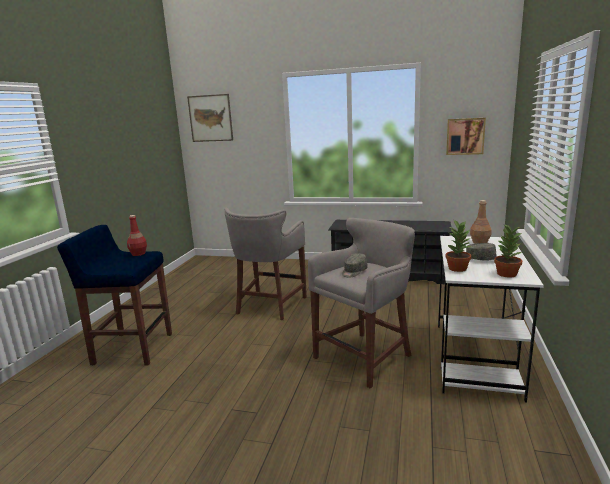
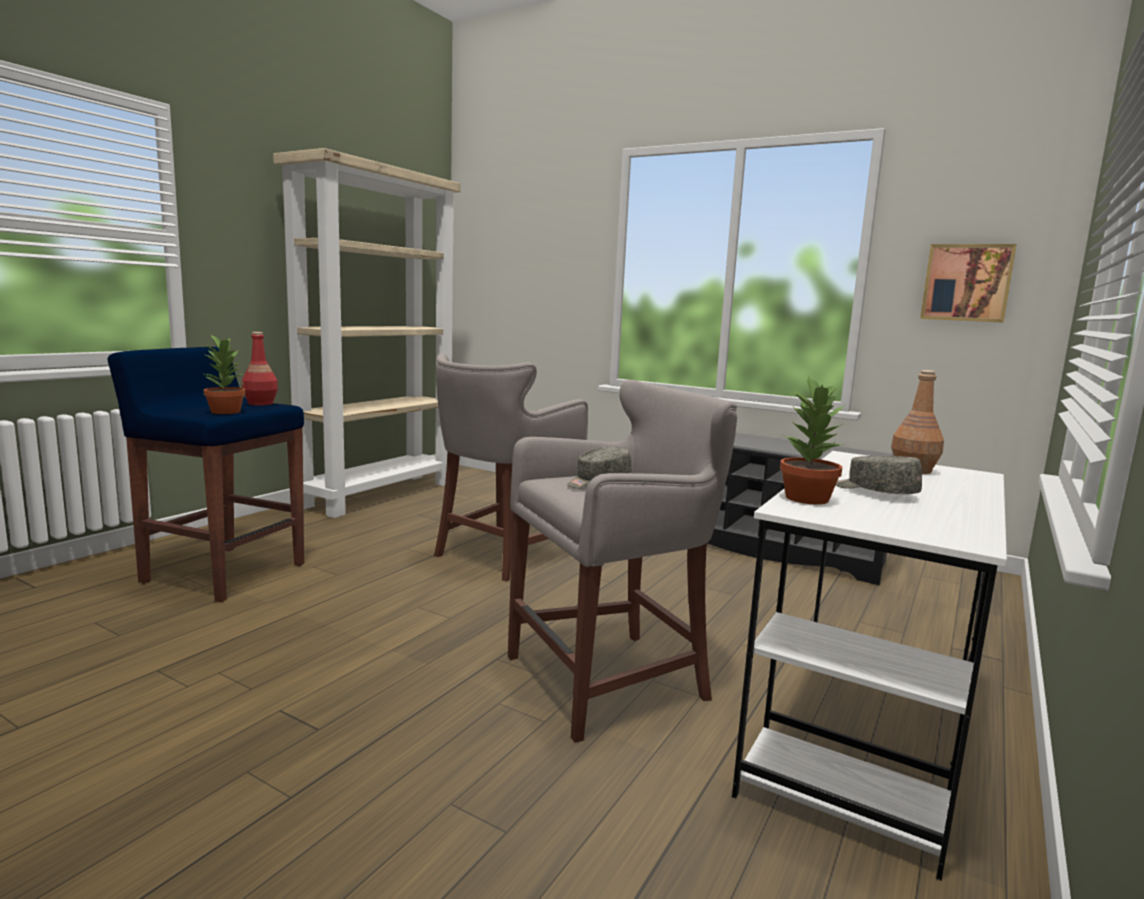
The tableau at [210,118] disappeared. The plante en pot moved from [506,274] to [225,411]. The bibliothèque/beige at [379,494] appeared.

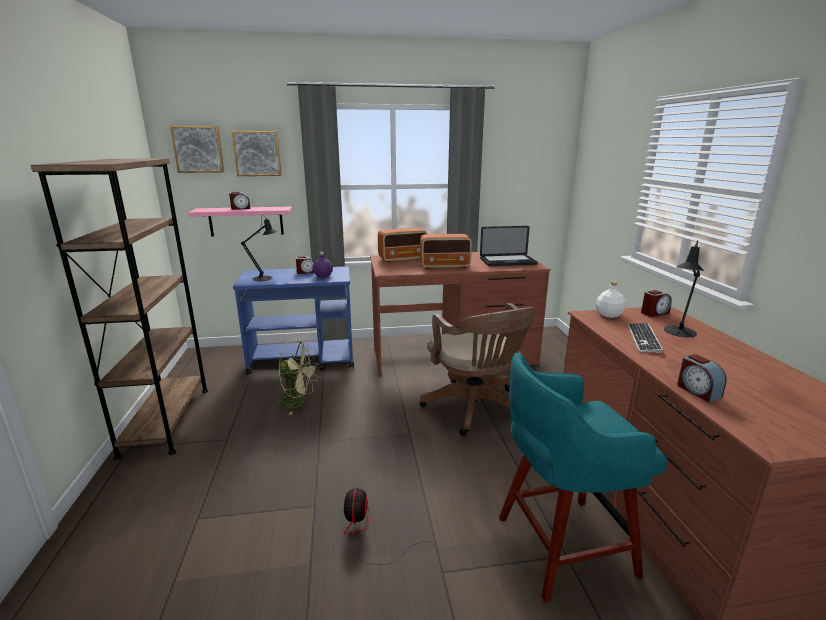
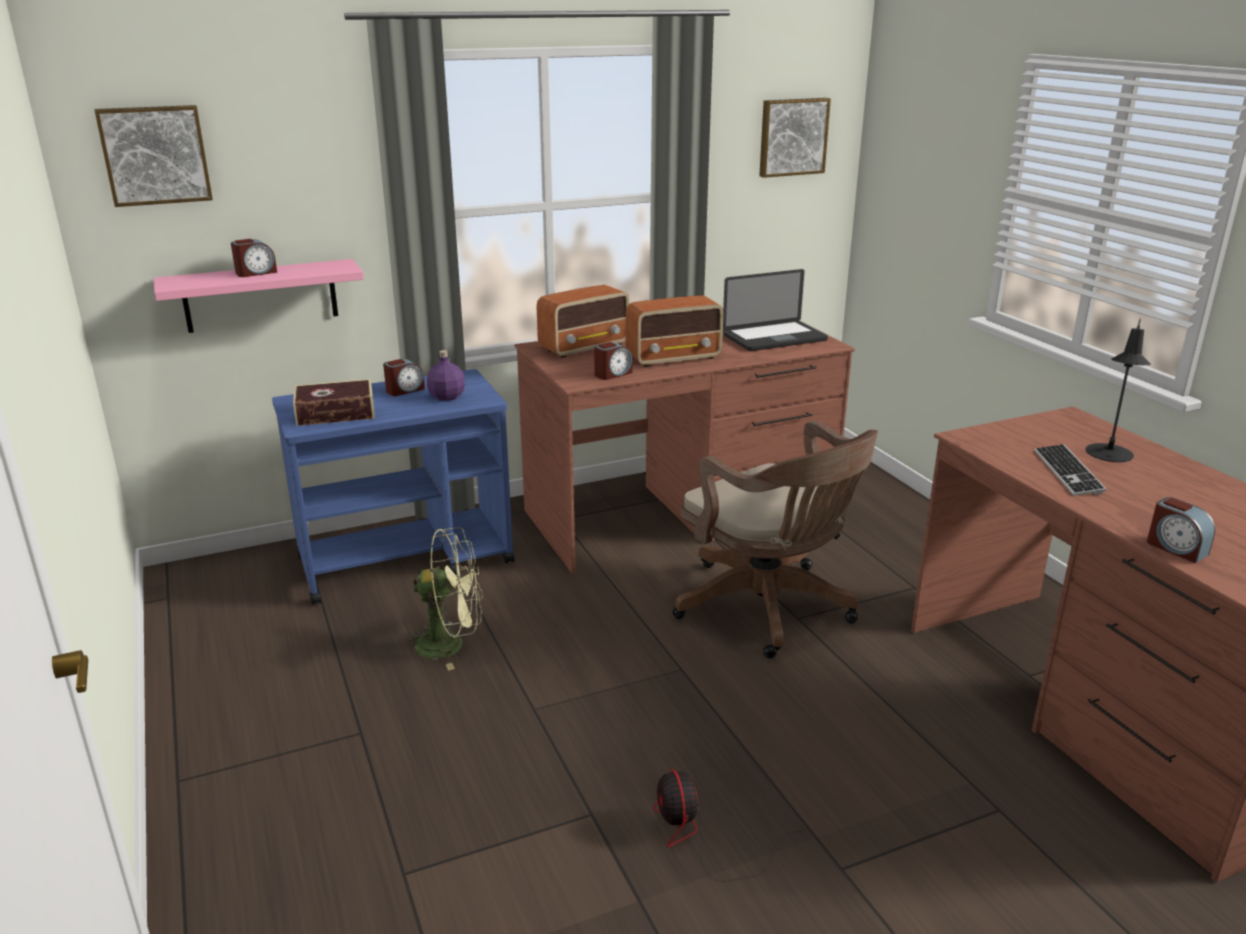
The bibliothèque/marron at [166,420] disappeared. The tableau moved from [257,153] to [792,137]. The lampe de table/noir at [265,278] was replaced by the livre at [336,413]. The tabouret/turquoise at [560,546] disappeared. The bouteille/blanc at [609,314] disappeared. The réveil moved from [654,313] to [612,374].

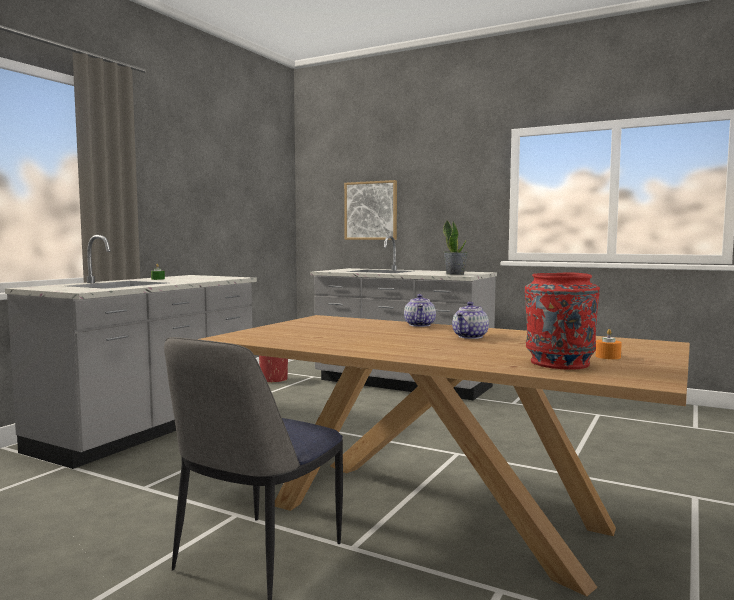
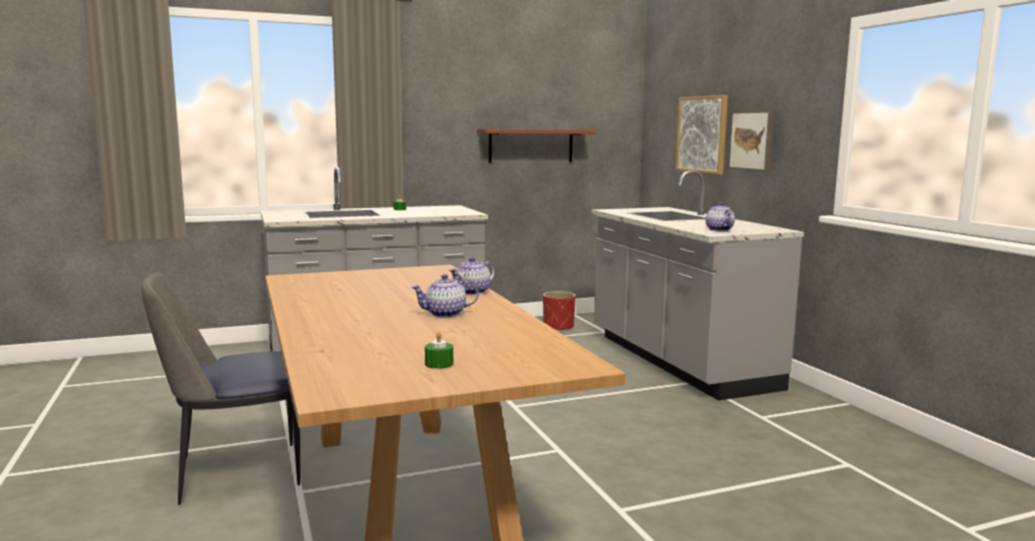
The plante en pot at [455,274] was replaced by the théière at [718,230]. The vase/rouge at [559,363] disappeared. The bougie/orange at [608,356] became the bougie/vert at [439,364]. The étagère/marron at [531,145] appeared. The tableau at [753,140] appeared.

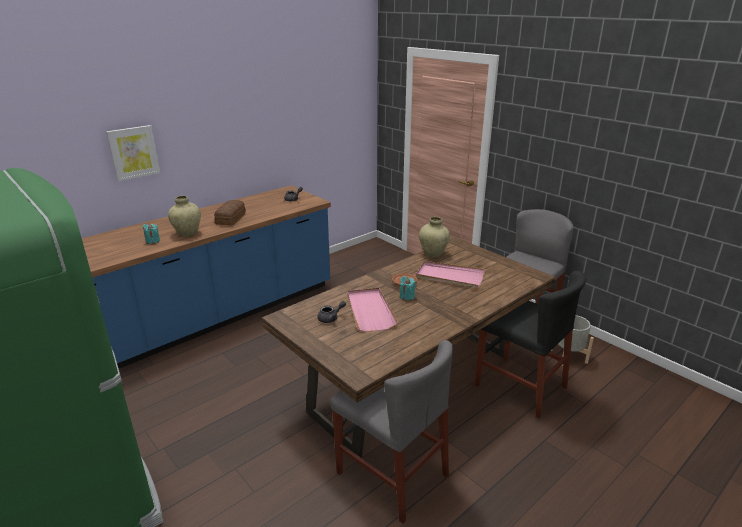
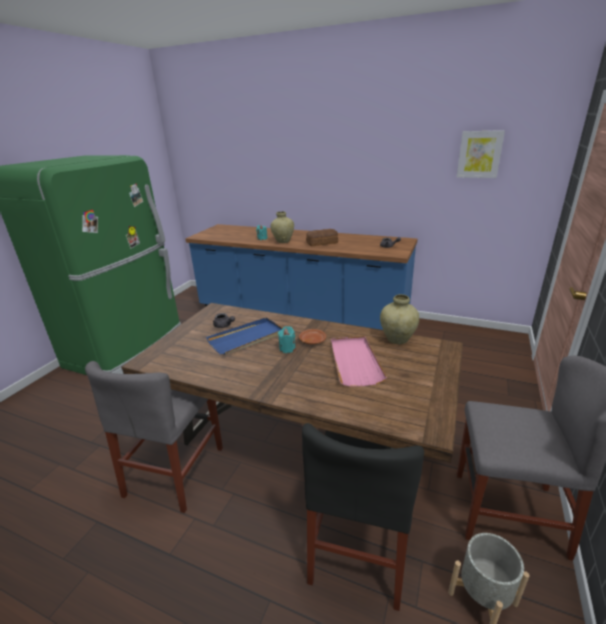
The tableau moved from [133,152] to [479,154]. The plateau/rose at [370,311] became the plateau/bleu at [247,338].

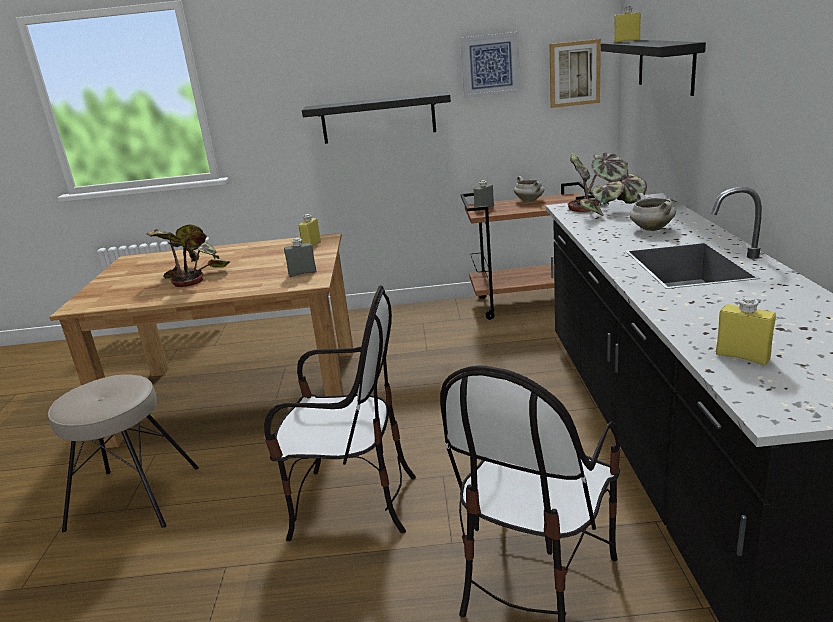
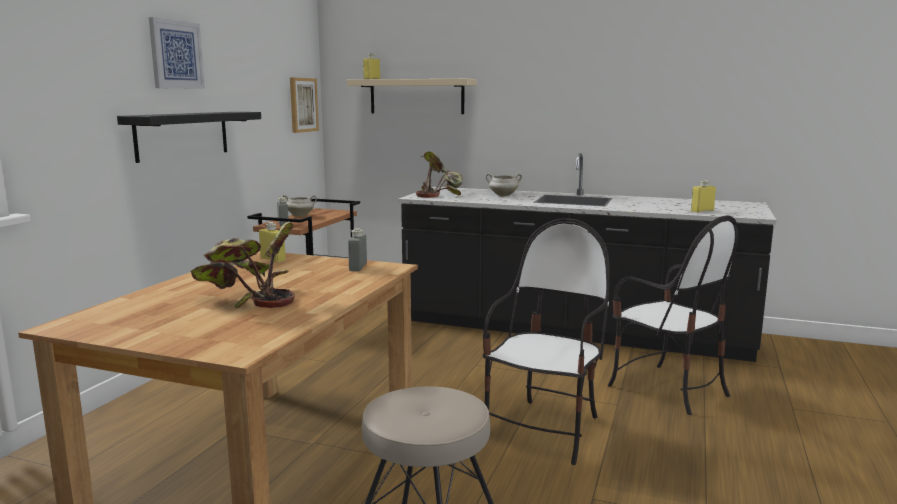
The tableau moved from [490,65] to [176,55]. The étagère/noir at [665,65] became the étagère/beige at [416,96].

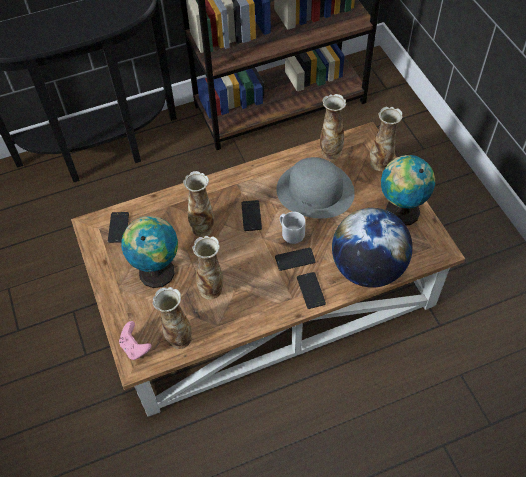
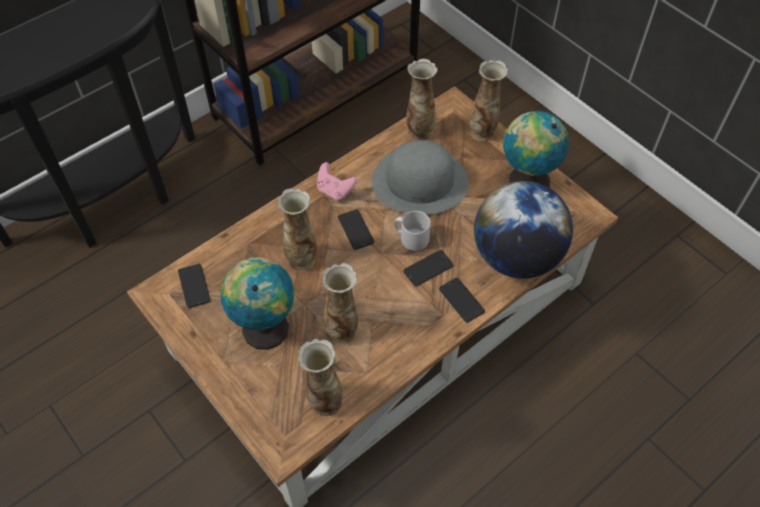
The manette/rose moved from [135,347] to [335,190].

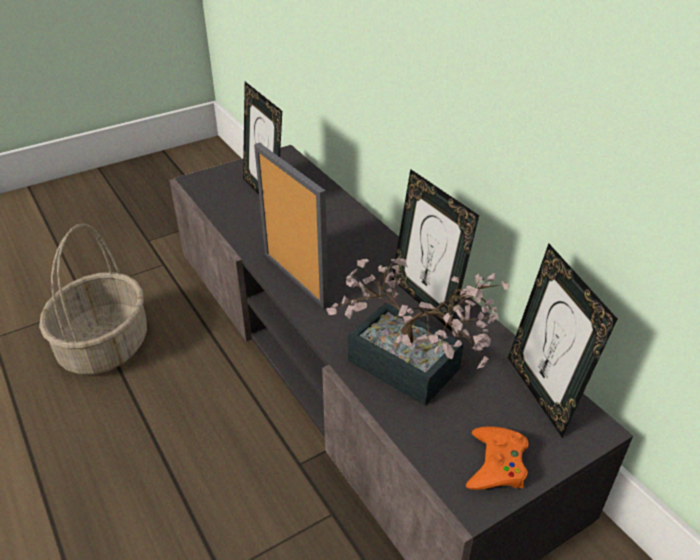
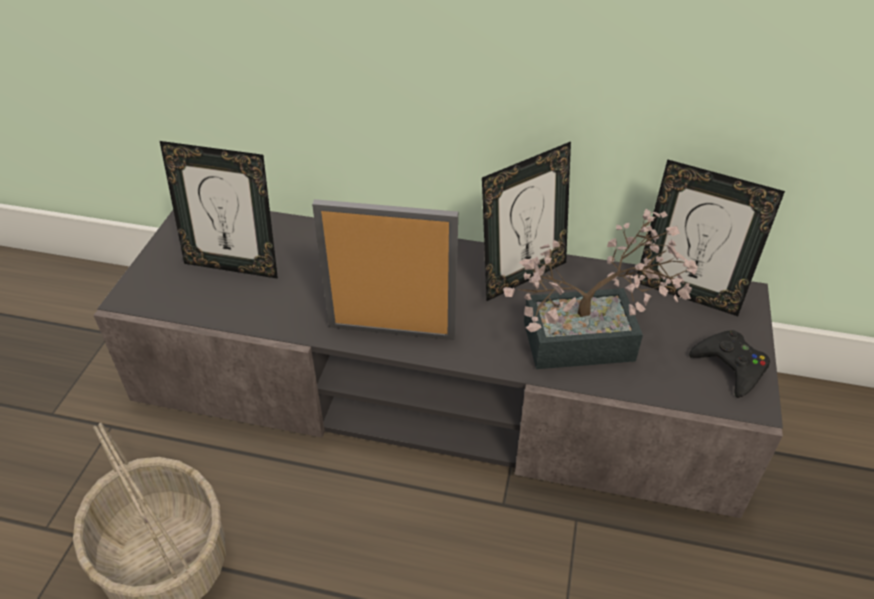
The cadre photo at [426,301] turned 45 degrees counterclockwise. The manette/orange at [496,464] became the manette/noir at [730,366].

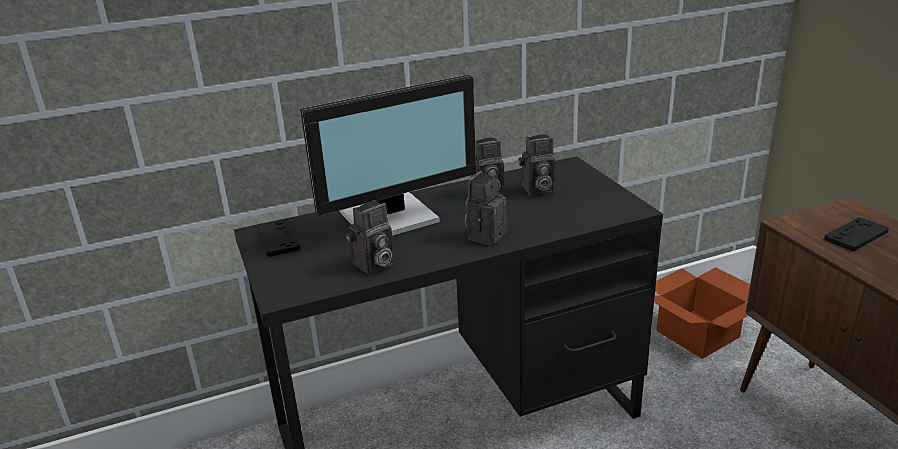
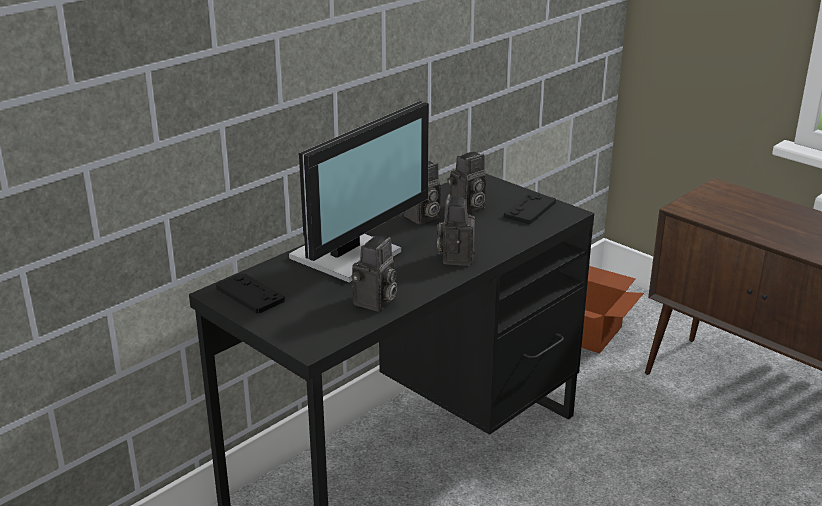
The manette/noir moved from [856,235] to [530,209].

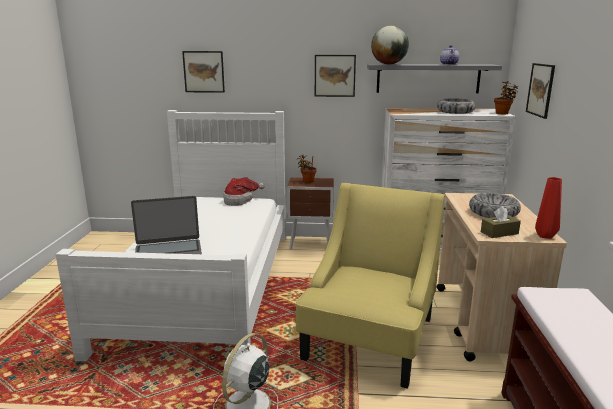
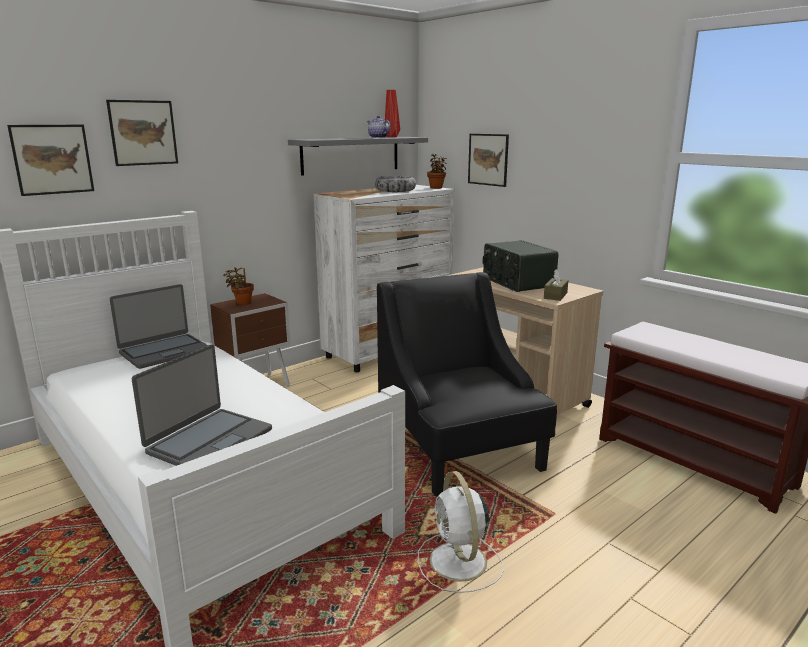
The chapeau at [240,200] was replaced by the ordinateur portable at [164,352]. The fauteuil/jaune at [370,338] became the fauteuil/noir at [459,448]. The tableau moved from [334,75] to [143,133]. The globe at [389,64] disappeared. The bol at [493,213] was replaced by the radio at [517,282]. The vase/rouge moved from [545,236] to [391,137].

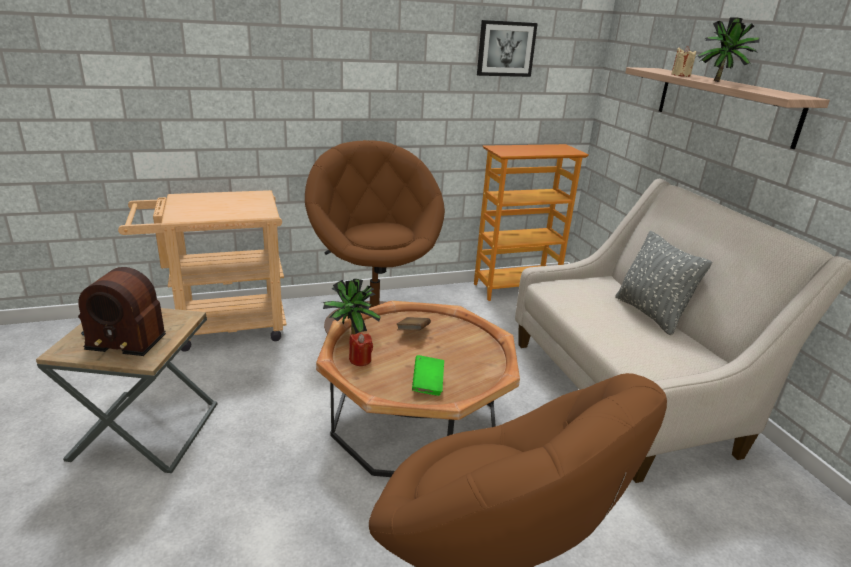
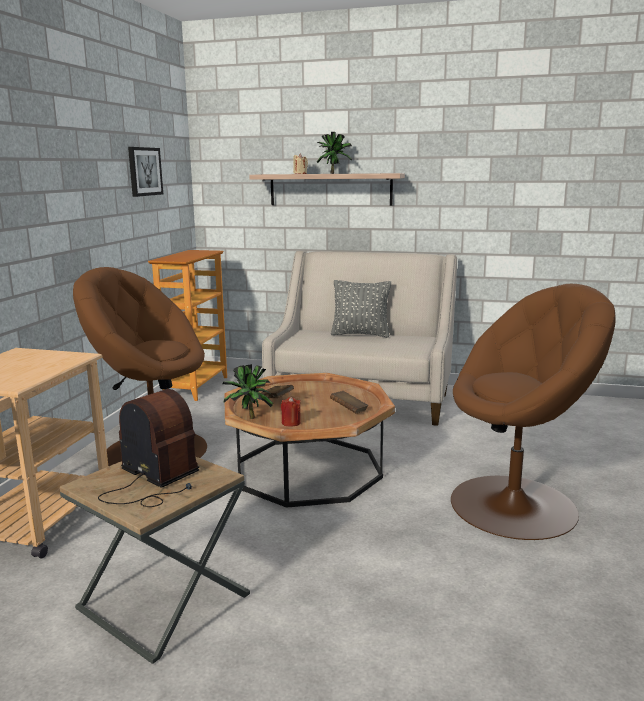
The radio at [125,334] turned 90 degrees counterclockwise. The livre/vert at [427,384] became the livre/marron at [349,410].

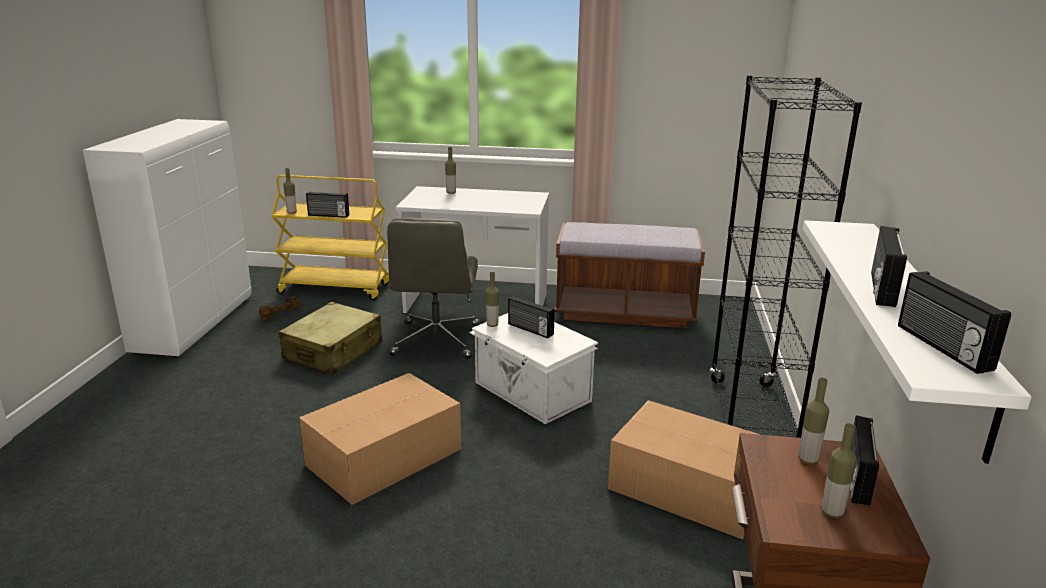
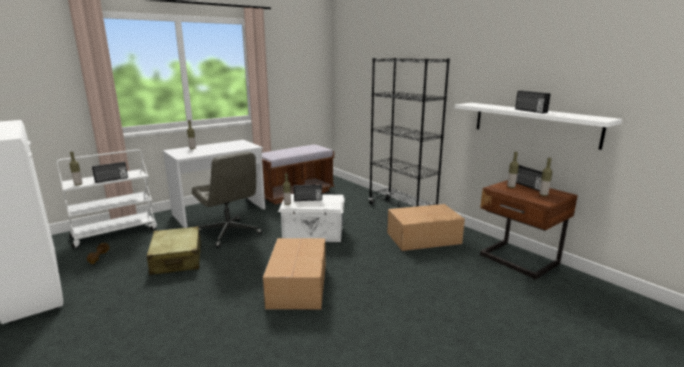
The chariot/jaune at [336,289] became the chariot/blanc at [115,233]. The radio at [941,347] disappeared.

